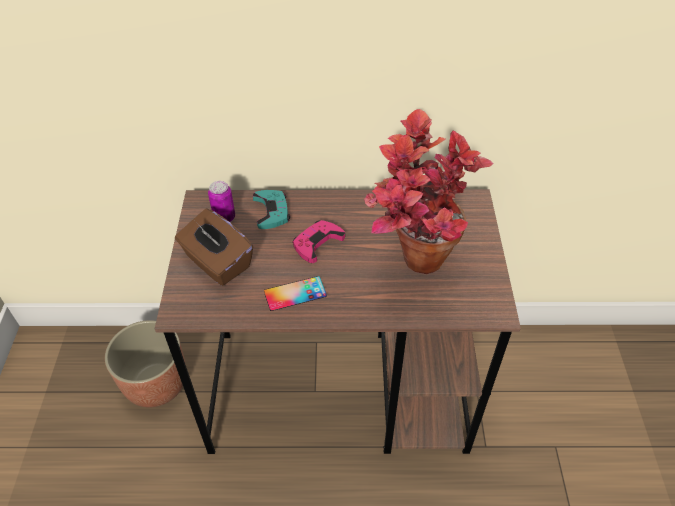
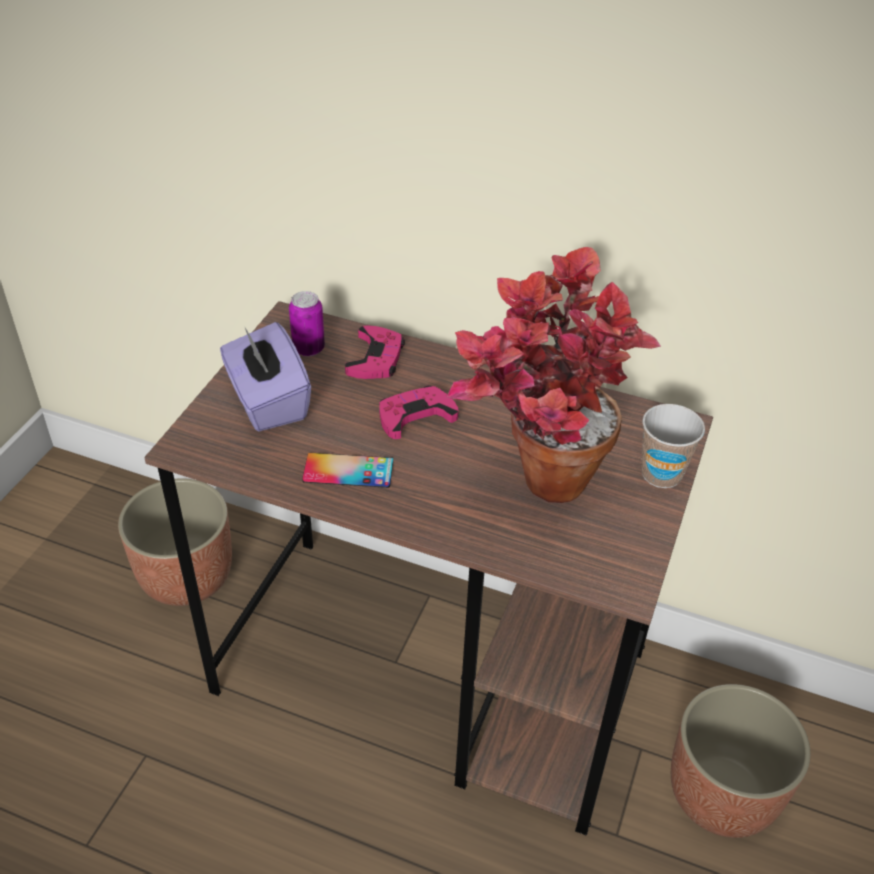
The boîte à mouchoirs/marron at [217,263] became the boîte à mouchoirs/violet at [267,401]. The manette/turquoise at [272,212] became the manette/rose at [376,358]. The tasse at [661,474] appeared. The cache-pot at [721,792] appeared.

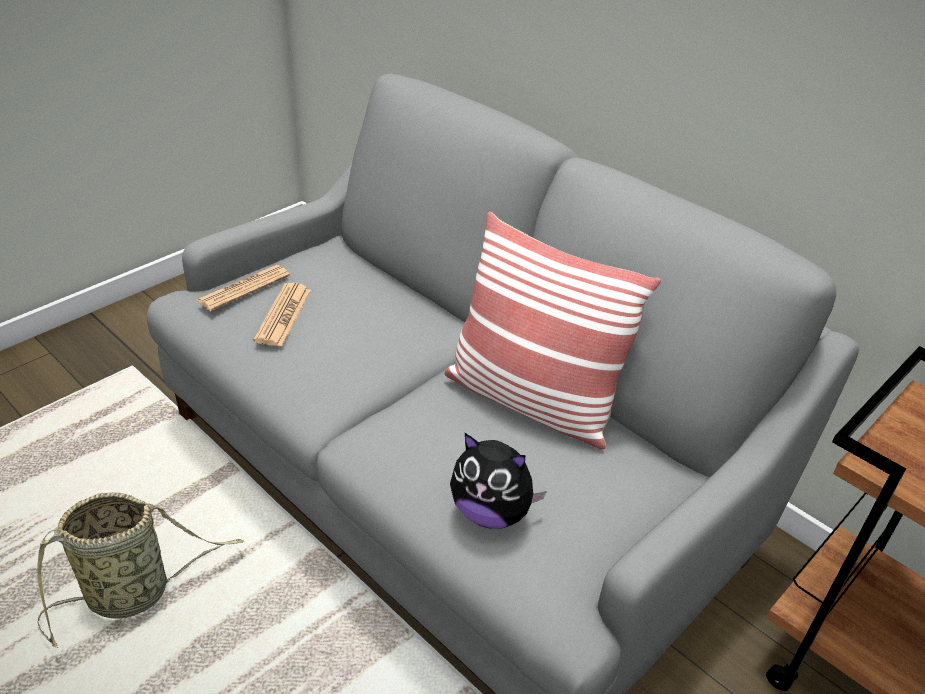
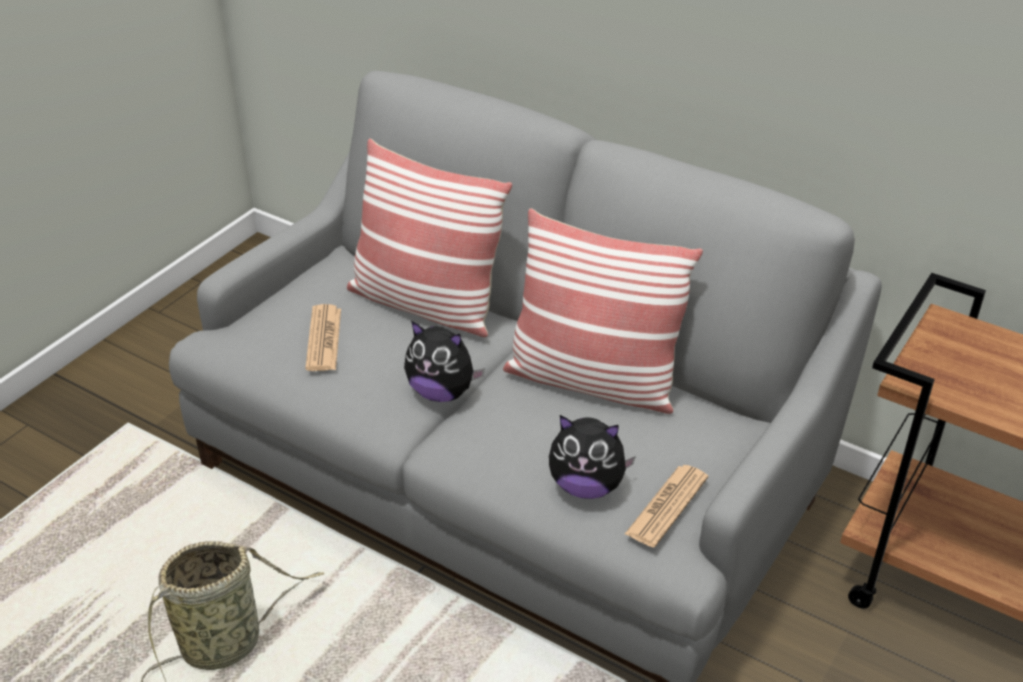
The journal moved from [244,288] to [667,506]. The coussin at [425,303] appeared. The peluche at [442,392] appeared.

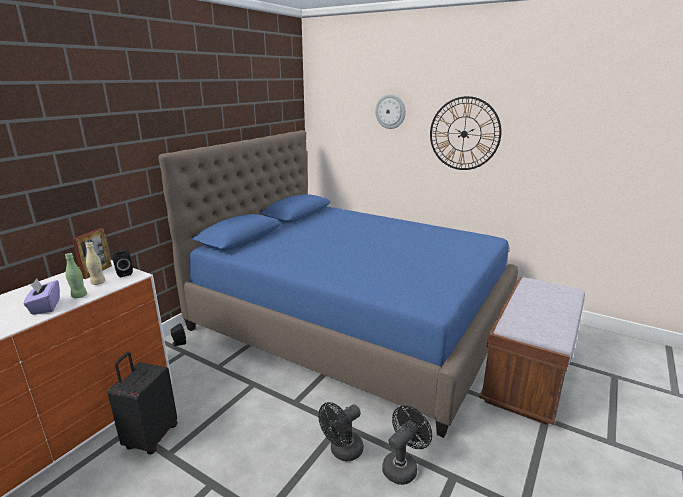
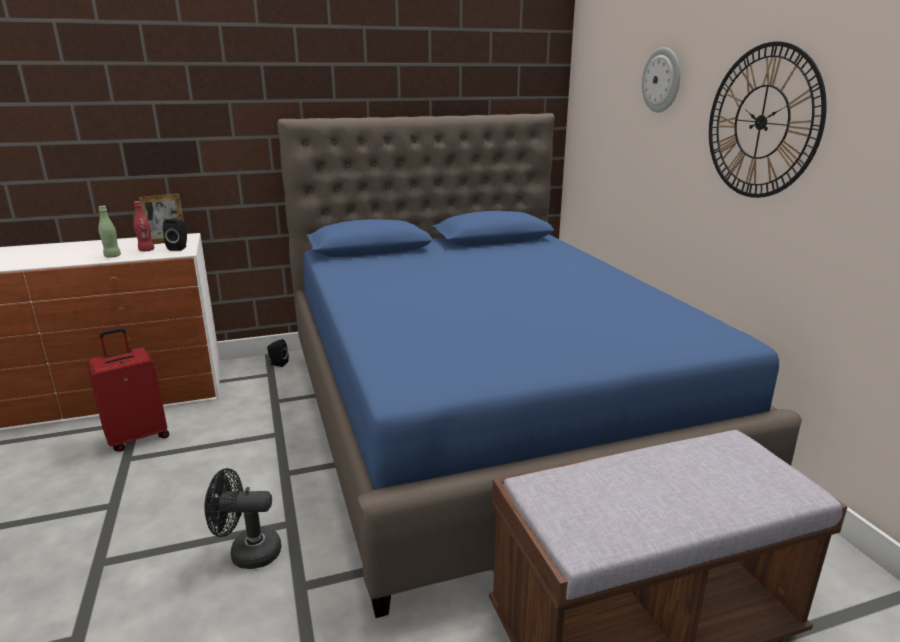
The boîte à mouchoirs/violet at [45,306] disappeared. The bouteille/beige at [98,283] became the bouteille/rouge at [146,250]. The valise/noir at [150,437] became the valise/rouge at [138,437]. The ventilateur/noir at [403,466] disappeared.

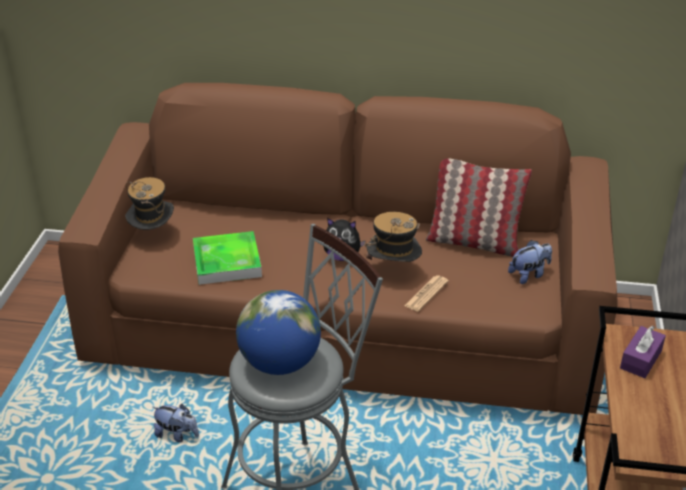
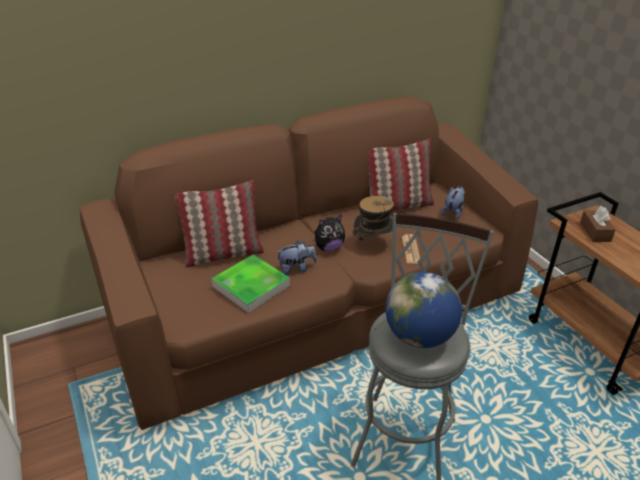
The chapeau at [153,235] disappeared. The peluche moved from [177,434] to [296,269]. The boîte à mouchoirs/violet at [641,359] became the boîte à mouchoirs/marron at [595,232]. The coussin at [223,254] appeared.

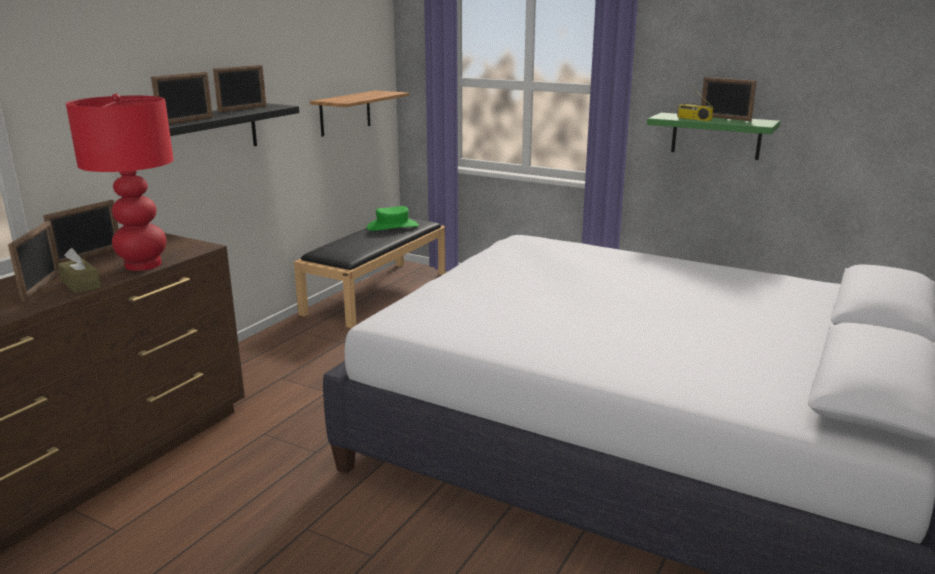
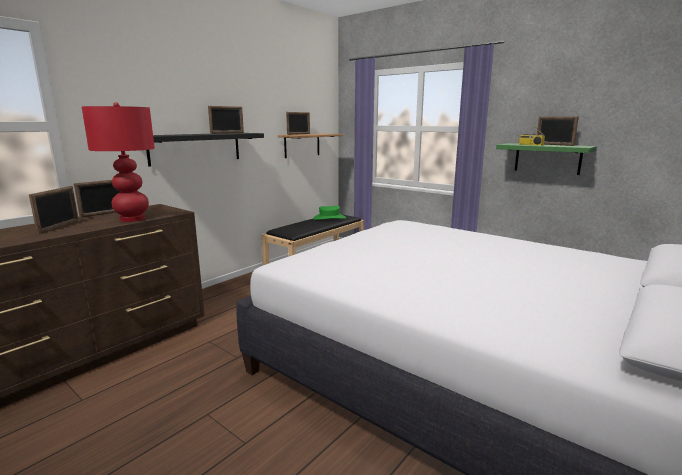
The boîte à mouchoirs/marron at [81,284] disappeared. The cadre photo moved from [186,121] to [299,134].

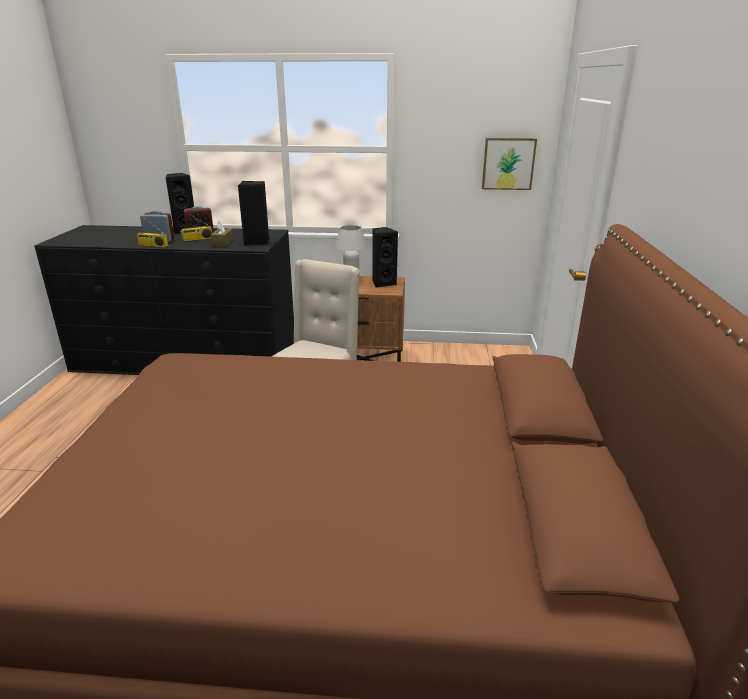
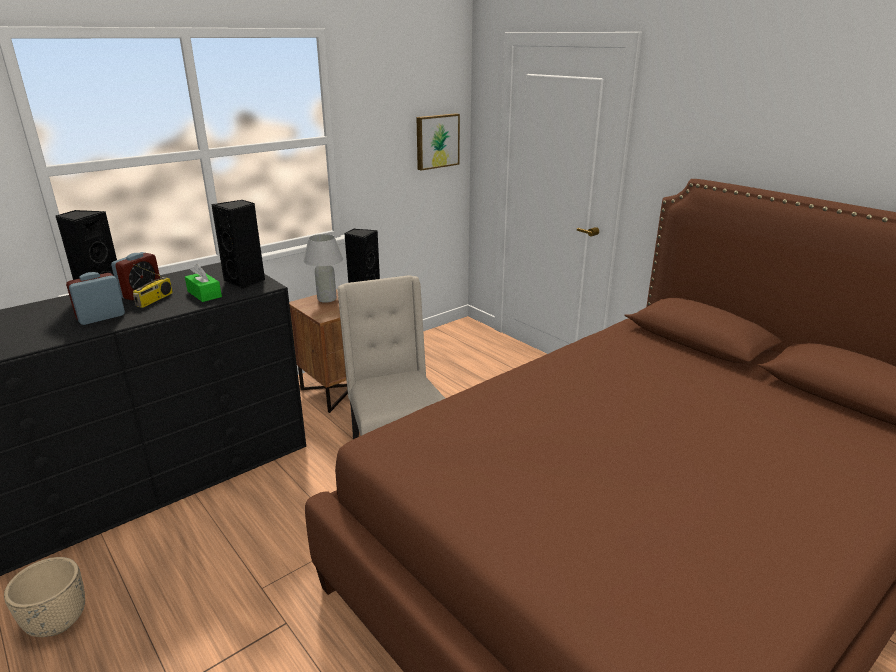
The radio at [152,245] disappeared. The boîte à mouchoirs/marron at [222,243] became the boîte à mouchoirs/vert at [204,294]. The cache-pot/beige at [58,622] appeared.

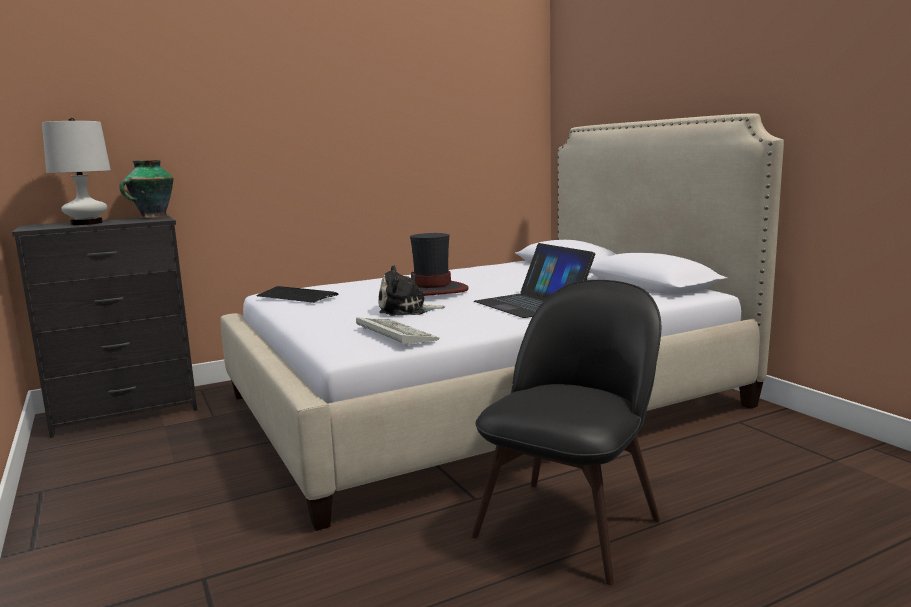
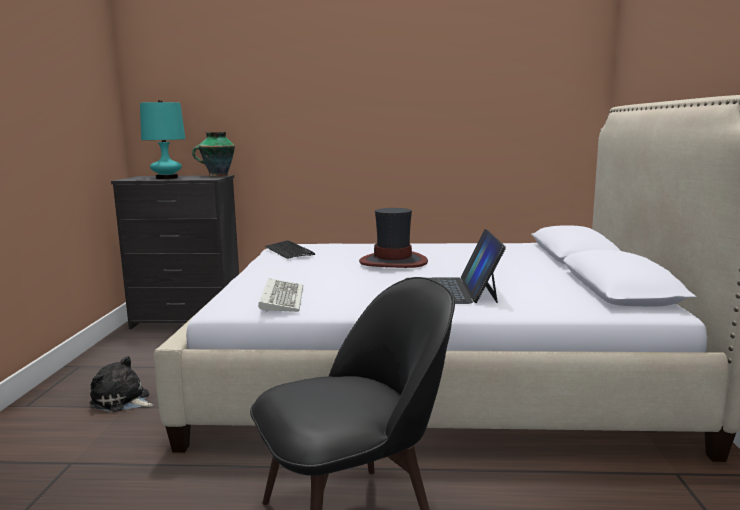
The lampe de table/blanc at [87,223] became the lampe de table/turquoise at [167,178]. The peluche moved from [406,310] to [122,401].

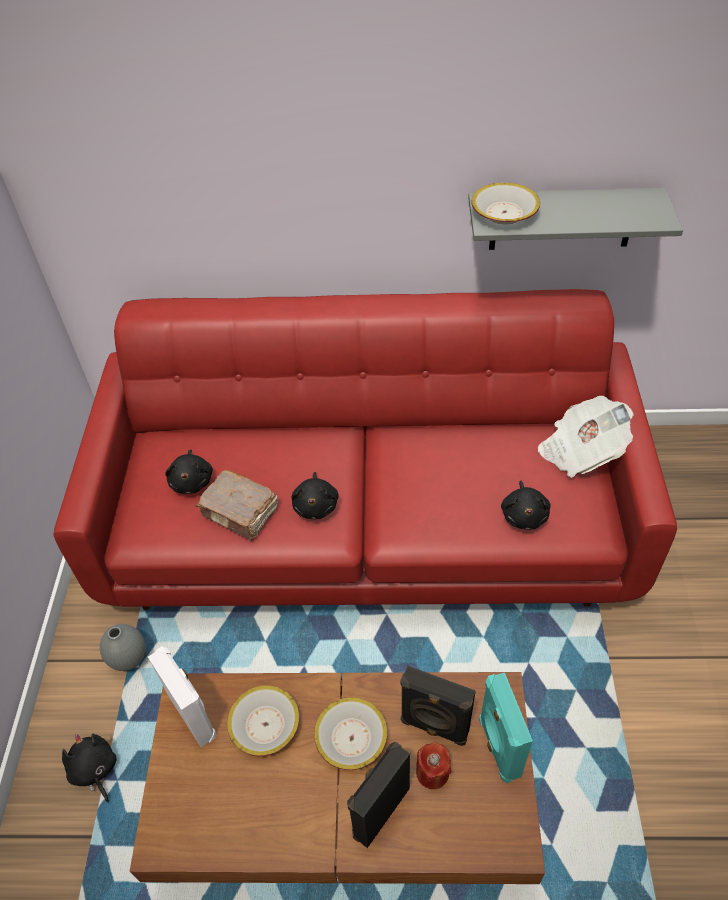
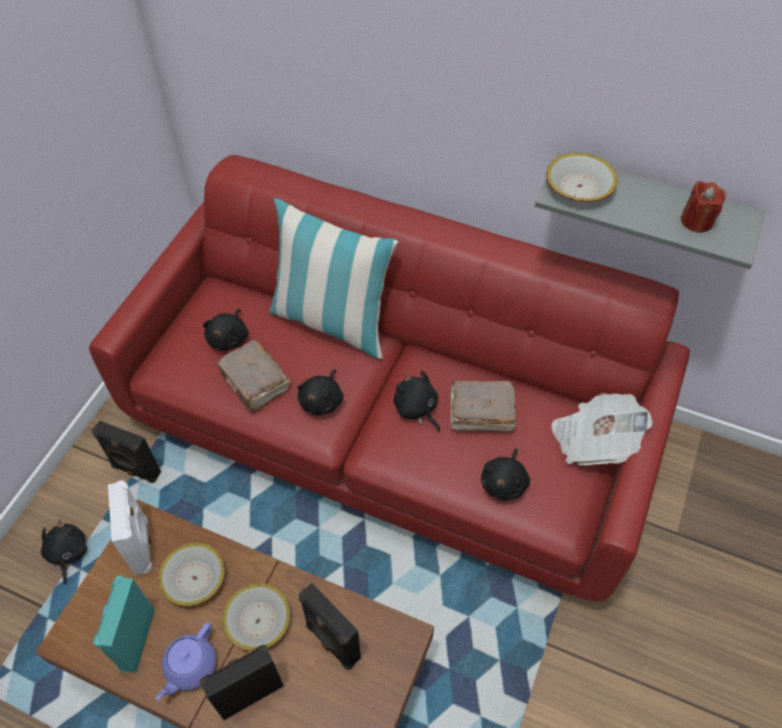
The vase/gris at [130,659] was replaced by the enceinte/noir at [135,471]. The bougie/rouge moved from [432,772] to [696,221]. The enceinte/turquoise moved from [497,747] to [136,639]. The théière/violet at [190,667] appeared. The coussin at [332,321] appeared. The peluche/noir at [416,409] appeared. The livre/marron at [480,412] appeared.

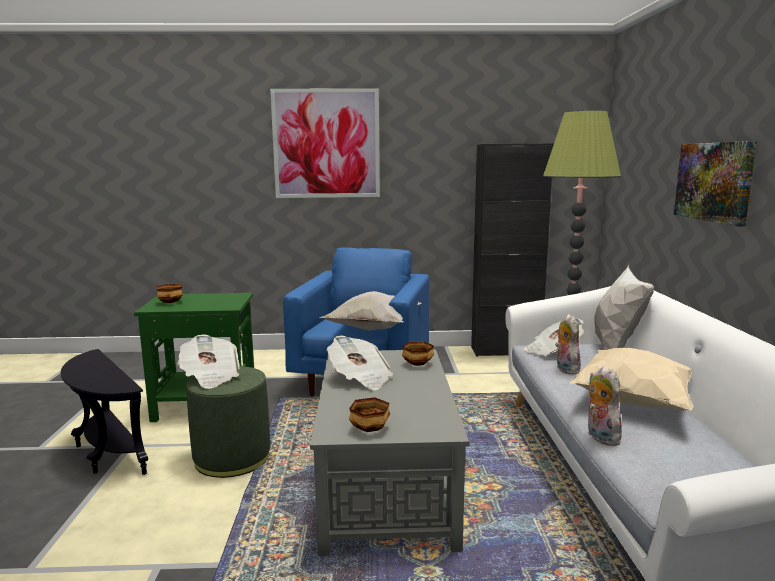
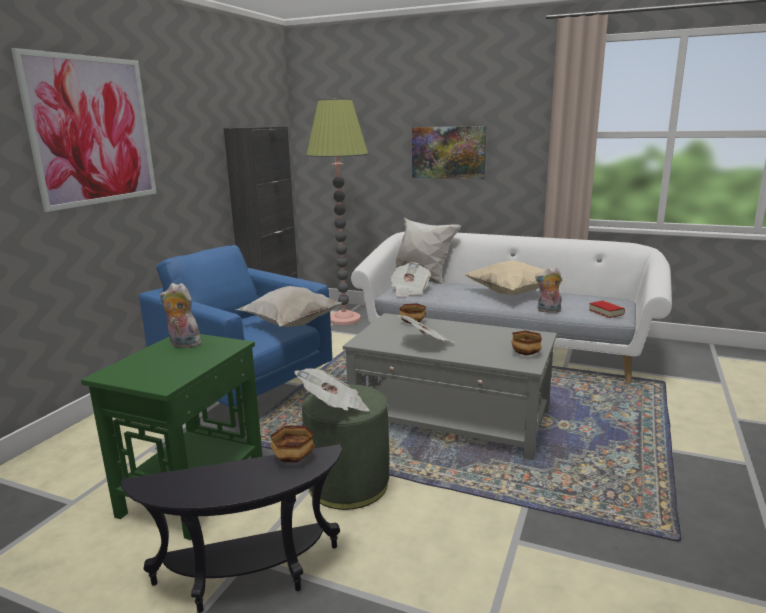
The bol moved from [171,302] to [294,458]. The peluche moved from [565,369] to [183,344]. The livre at [606,312] appeared.

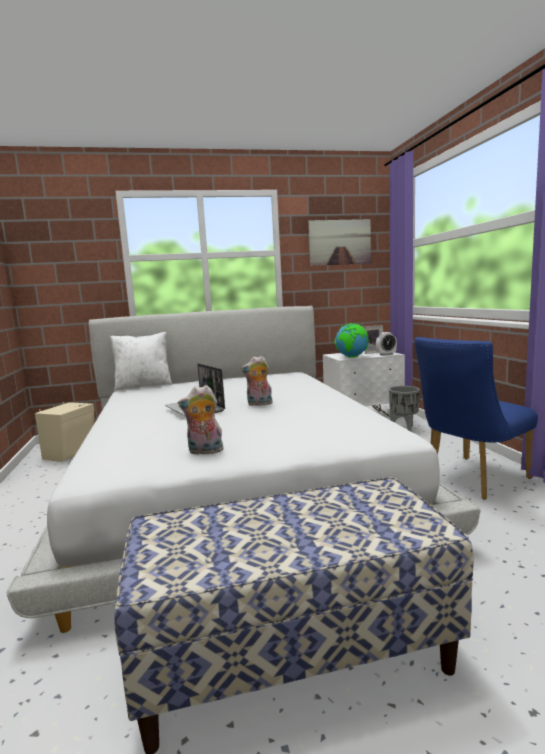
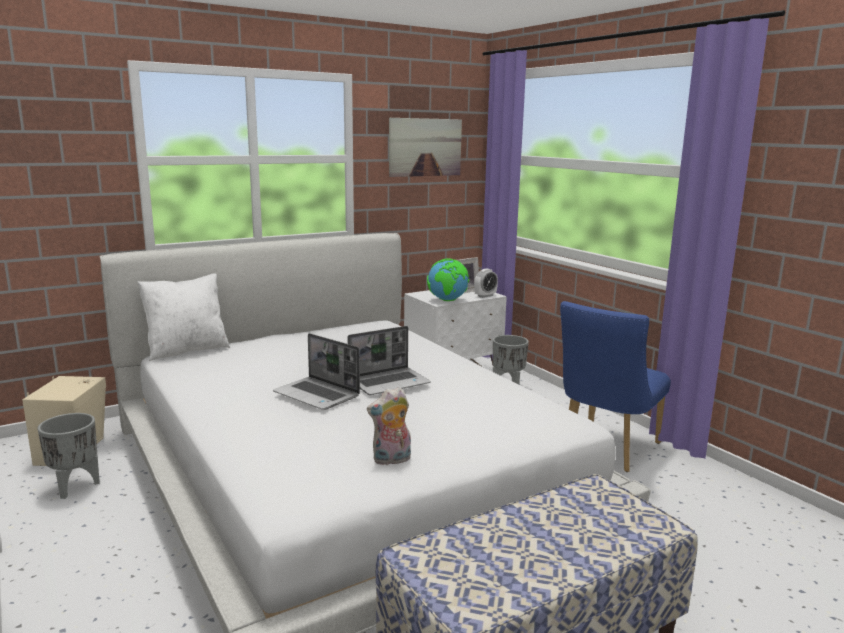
The peluche at [259,404] was replaced by the ordinateur portable at [389,382]. The cache-pot/gris at [75,487] appeared.

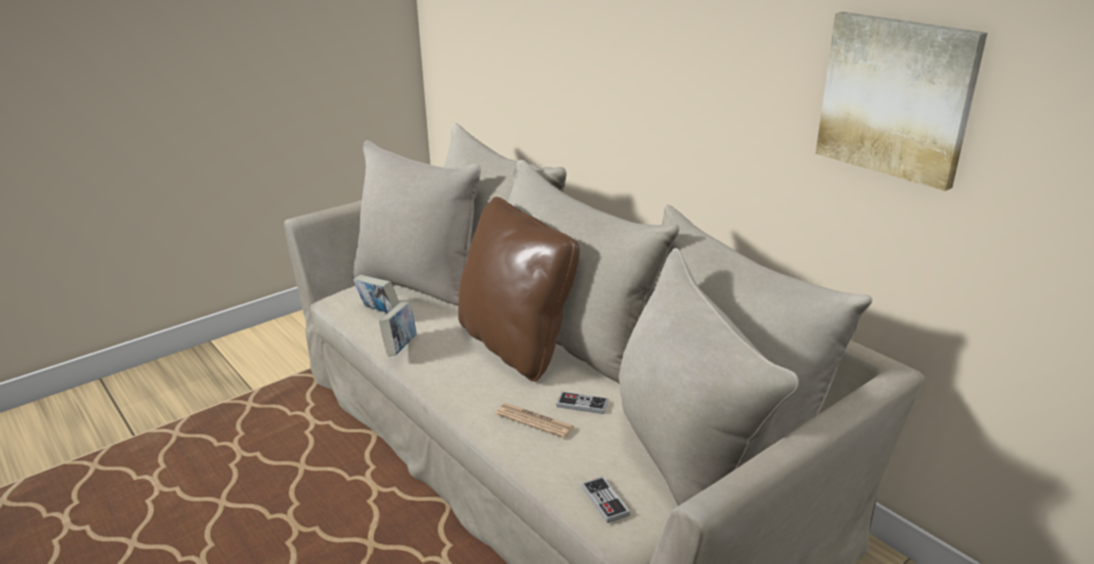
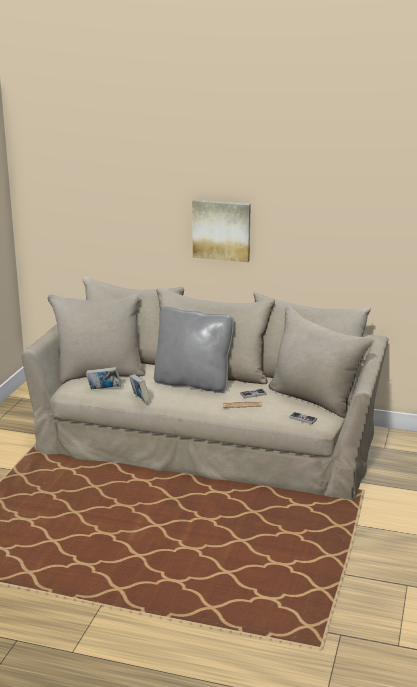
The coussin/marron at [516,345] became the coussin/gris at [193,383]. The tableau moved from [896,97] to [221,230].

